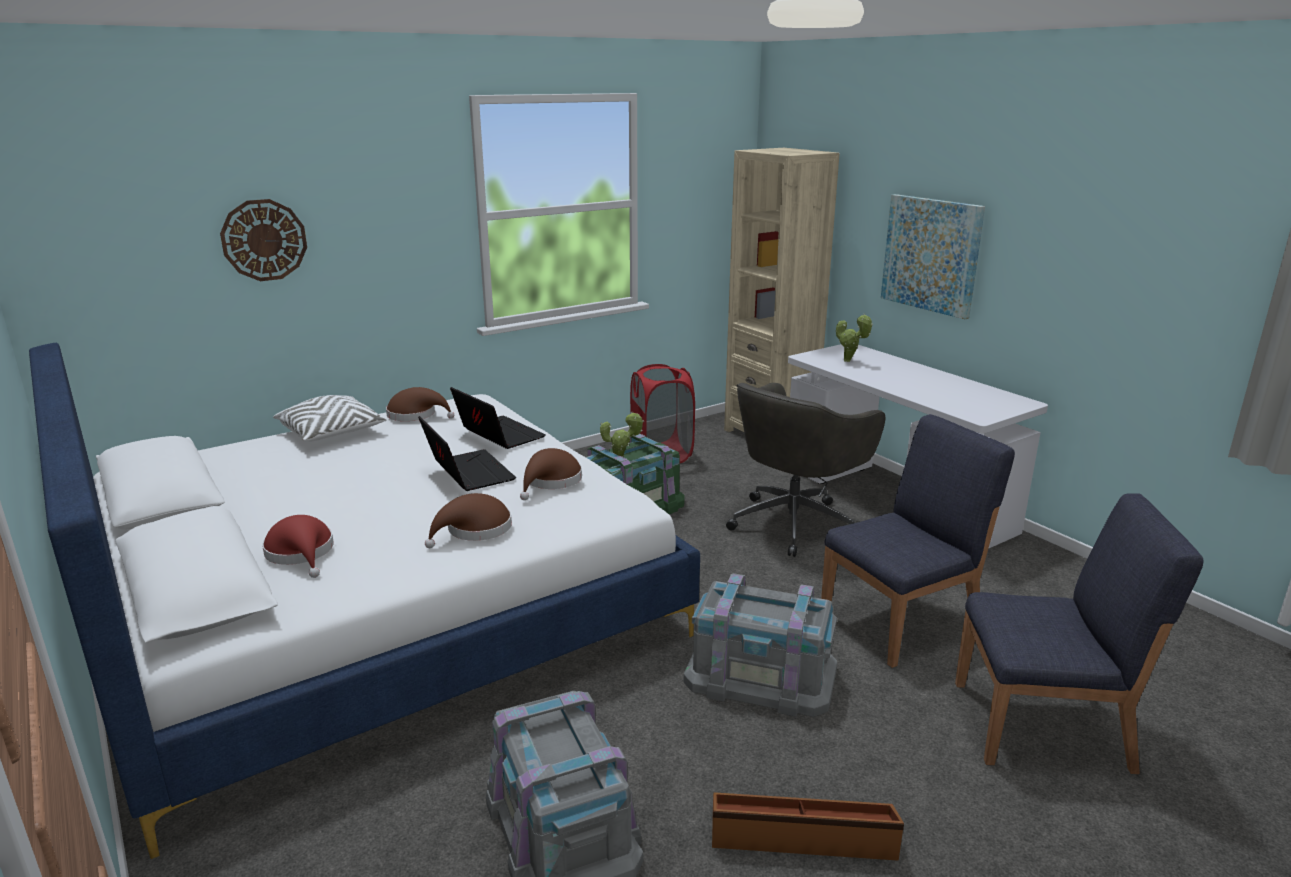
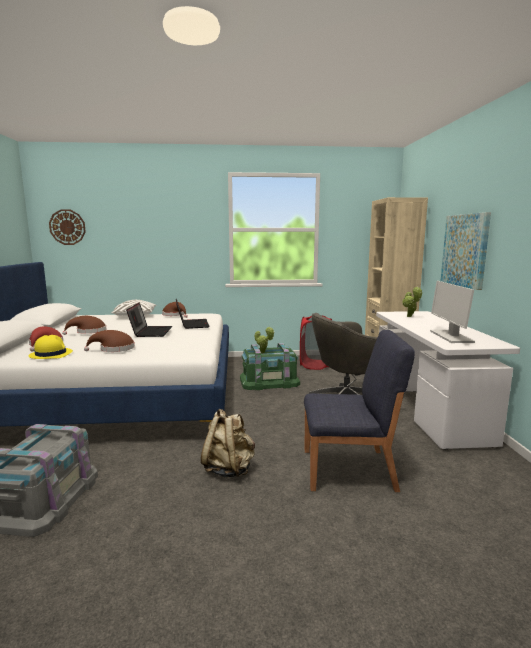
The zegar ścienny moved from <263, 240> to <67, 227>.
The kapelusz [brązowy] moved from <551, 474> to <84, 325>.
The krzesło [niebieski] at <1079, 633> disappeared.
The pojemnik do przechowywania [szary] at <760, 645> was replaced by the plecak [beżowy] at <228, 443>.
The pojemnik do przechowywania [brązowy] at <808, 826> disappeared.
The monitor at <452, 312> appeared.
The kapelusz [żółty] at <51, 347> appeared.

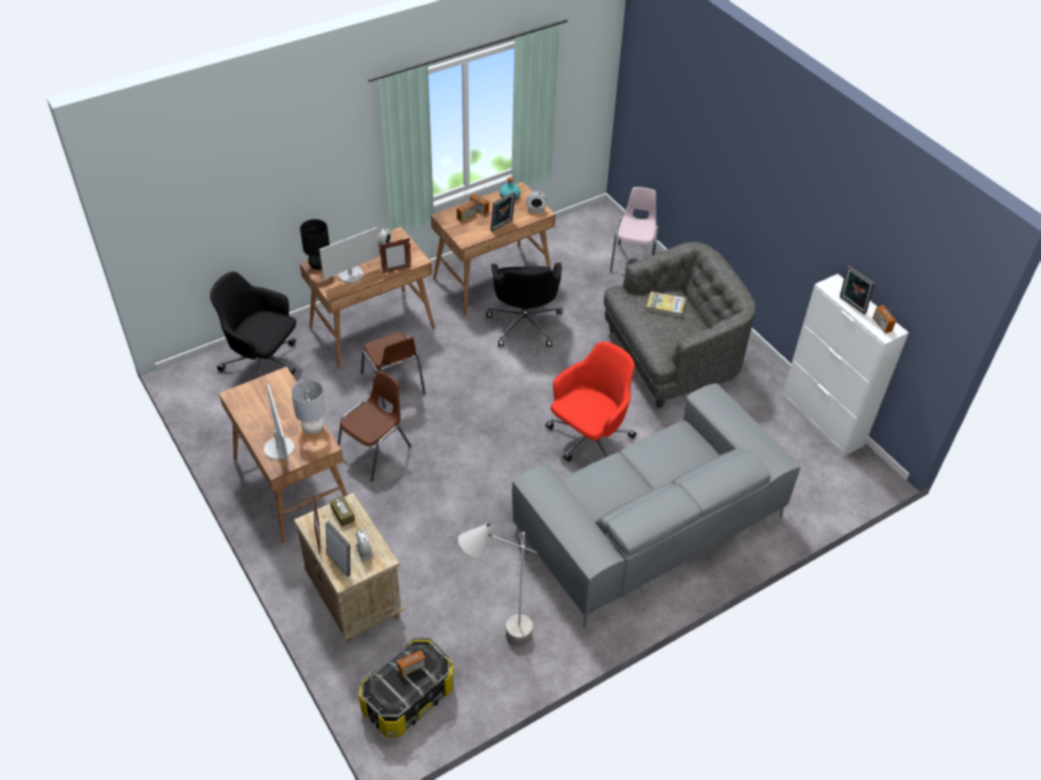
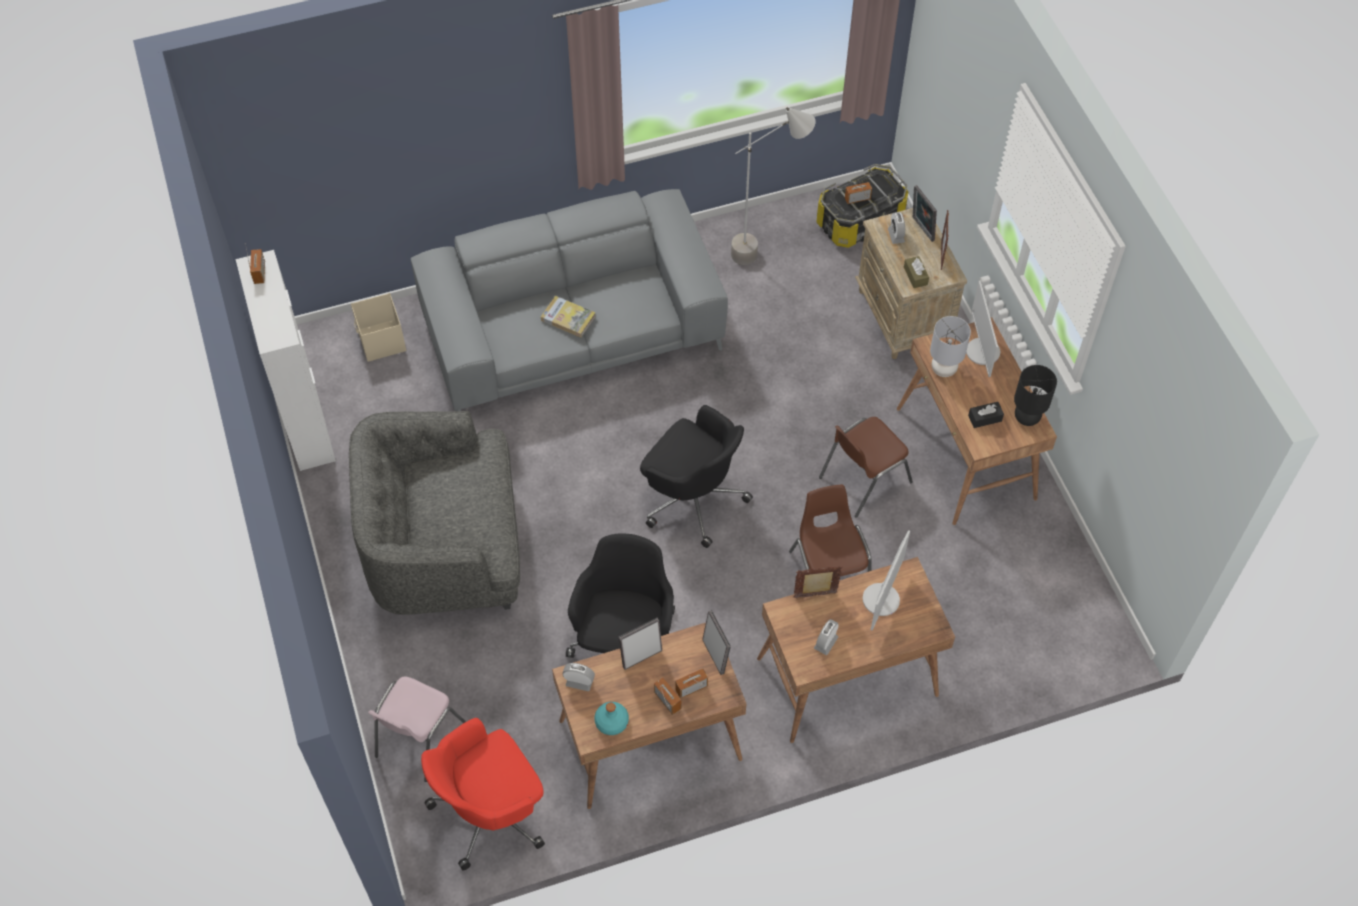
The lampa stołowa [czarny] moved from <315, 244> to <1035, 395>.
The monitor at <349, 255> turned 135 degrees clockwise.
The ramka na zdjęcie moved from <857, 290> to <716, 642>.
The krzesło biurowe [czarny] moved from <253, 326> to <696, 476>.
The książka moved from <666, 304> to <568, 317>.
The krzesło biurowe [czerwony] moved from <590, 402> to <483, 794>.
The pojemnik do przechowywania [beżowy] at <378, 327> appeared.
The pudełko chusteczek [czarny] at <986, 415> appeared.

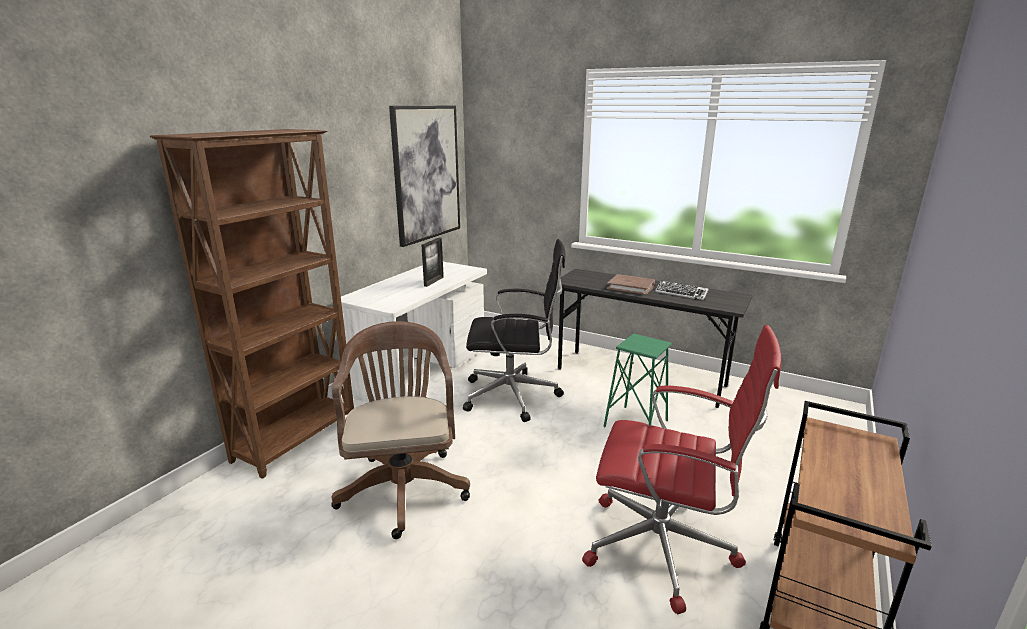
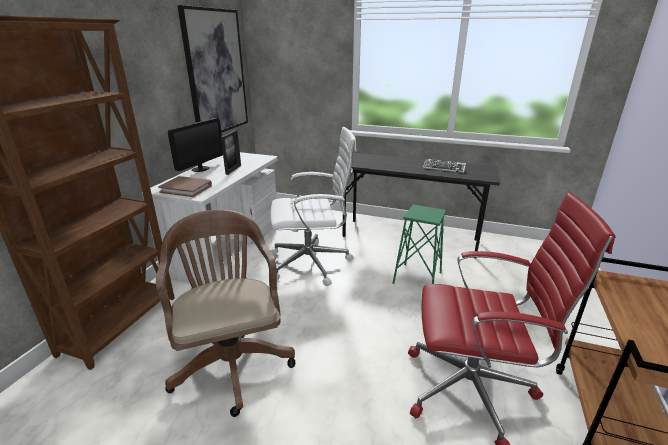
The krzesło biurowe [czarny] at <514, 330> became the krzesło biurowe [biały] at <313, 206>.
The książka [brązowy] moved from <631, 284> to <185, 186>.
The monitor at <195, 145> appeared.

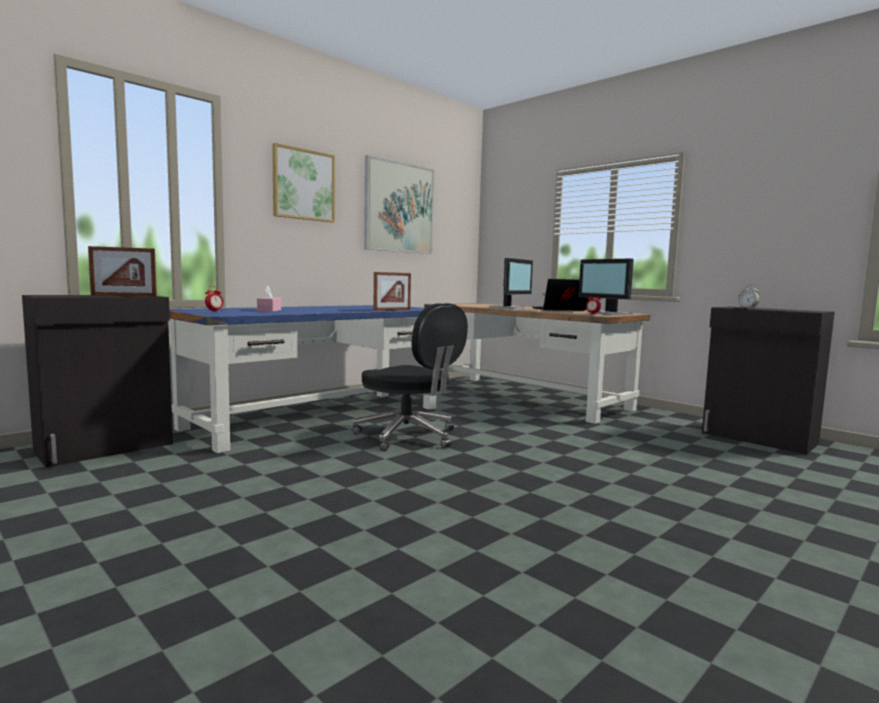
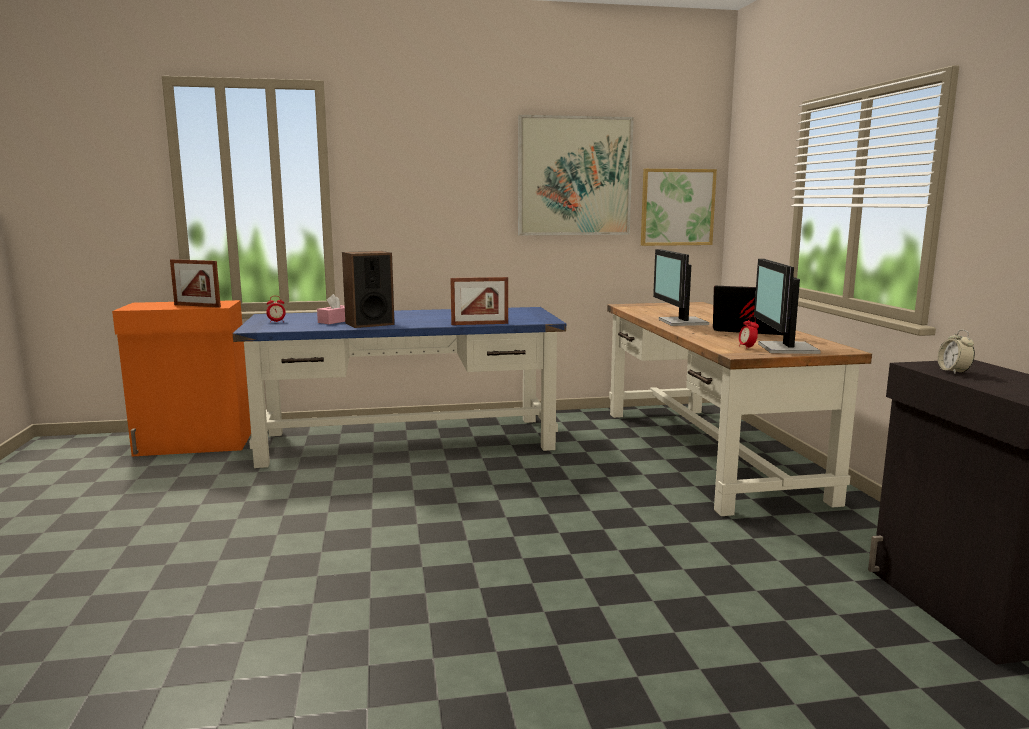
The obraz moved from <303, 182> to <679, 207>.
The monitor at <511, 283> turned 105 degrees clockwise.
The szafka [czarny] at <97, 381> became the szafka [pomarańczowy] at <181, 378>.
The krzesło biurowe [czarny] at <410, 377> disappeared.
The głośnik at <368, 289> appeared.

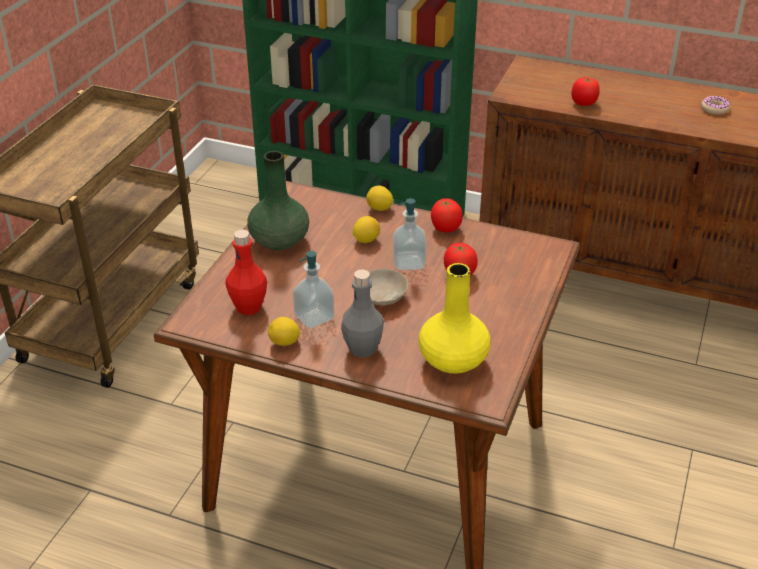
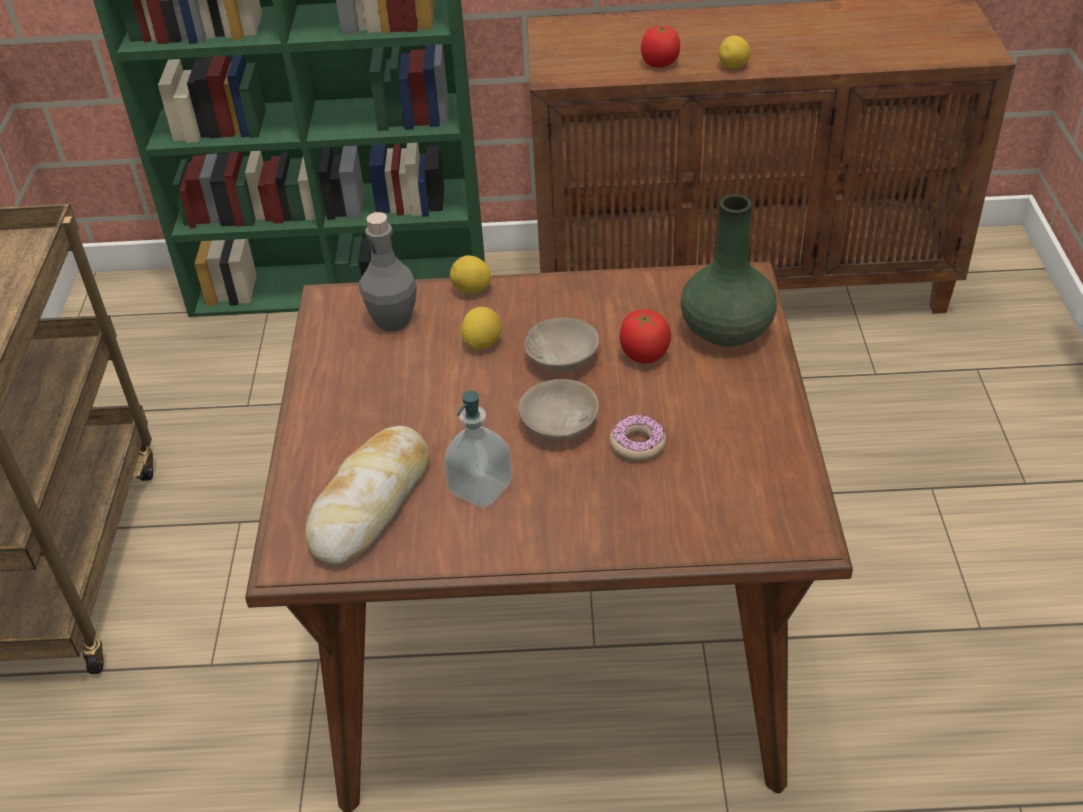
The donut moved from <715, 105> to <638, 437>.
The wazon [zielony] moved from <278, 201> to <728, 271>.
The dozownik mydła at <409, 234> was replaced by the miska [beżowy] at <562, 344>.
The pomidor at <447, 215> disappeared.
The butelka [czerwony] at <246, 272> was replaced by the chleb at <367, 495>.
The wazon [żółty] at <454, 318> disappeared.
The butelka [szary] moved from <362, 313> to <388, 271>.
The cytryna moved from <284, 331> to <734, 51>.

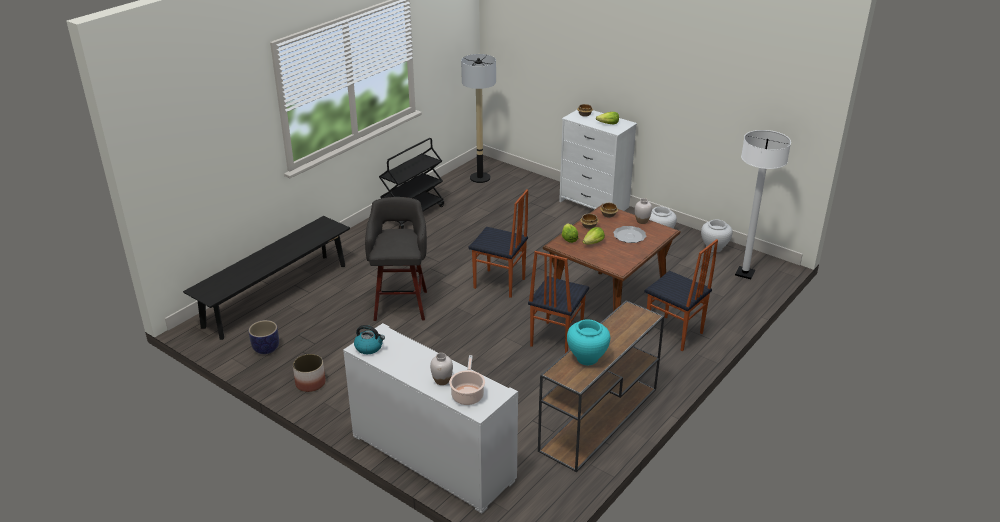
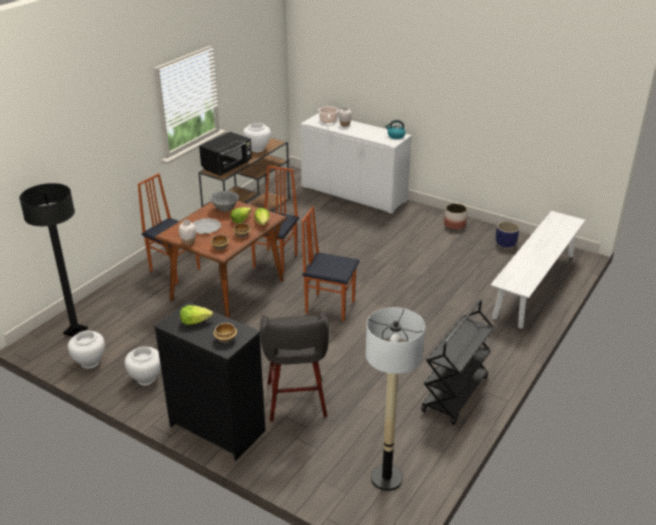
The komoda [biały] at <598, 160> became the komoda [czarny] at <210, 381>.
The lampa stojąca [biały] at <763, 204> became the lampa stojąca [czarny] at <53, 260>.
The stołek [szary] moved from <396, 259> to <294, 366>.
The ławka [czarny] at <266, 278> became the ławka [biały] at <537, 270>.
The wazon [turkusowy] at <588, 342> became the wazon [biały] at <257, 137>.
The mikrofalówka [czarny] at <225, 154> appeared.
The miska [szary] at <224, 201> appeared.

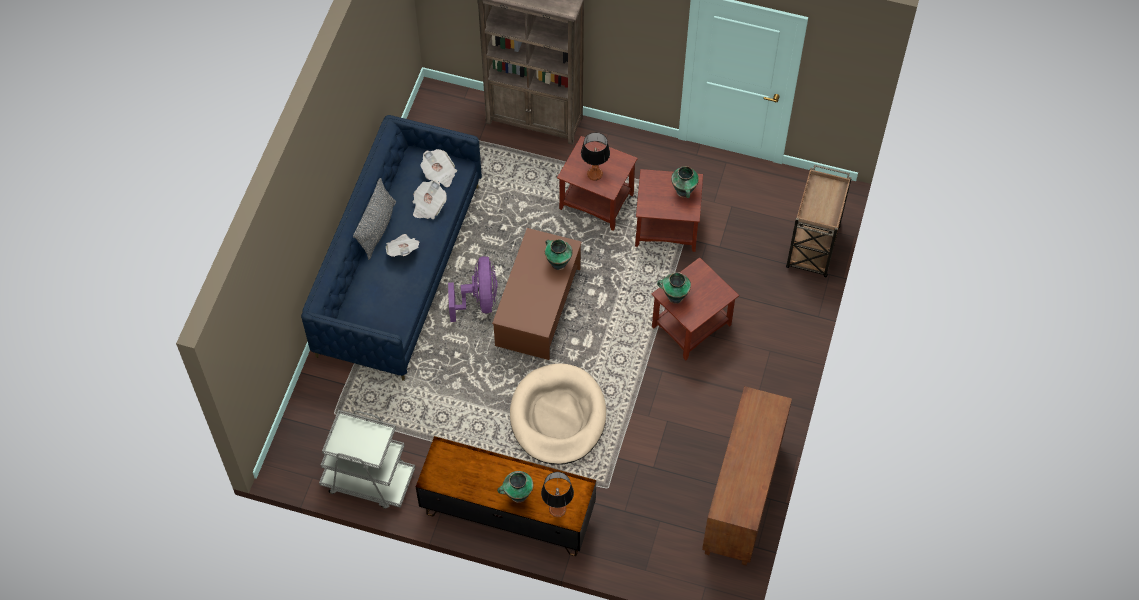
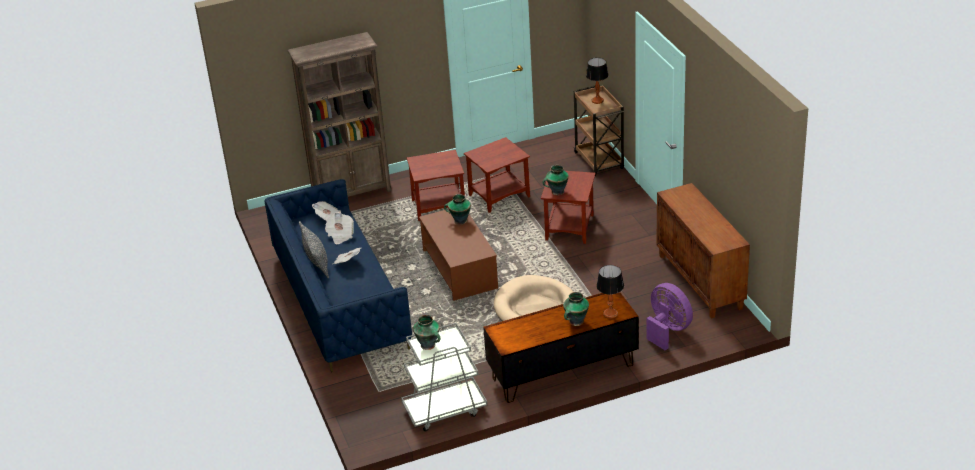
The lampa stołowa moved from <595, 156> to <597, 81>.
The wazon moved from <685, 182> to <427, 332>.
The wentylator [fioletowy] moved from <473, 289> to <669, 316>.

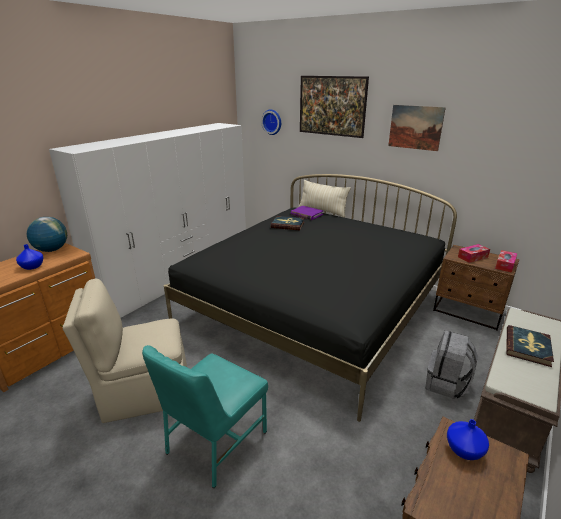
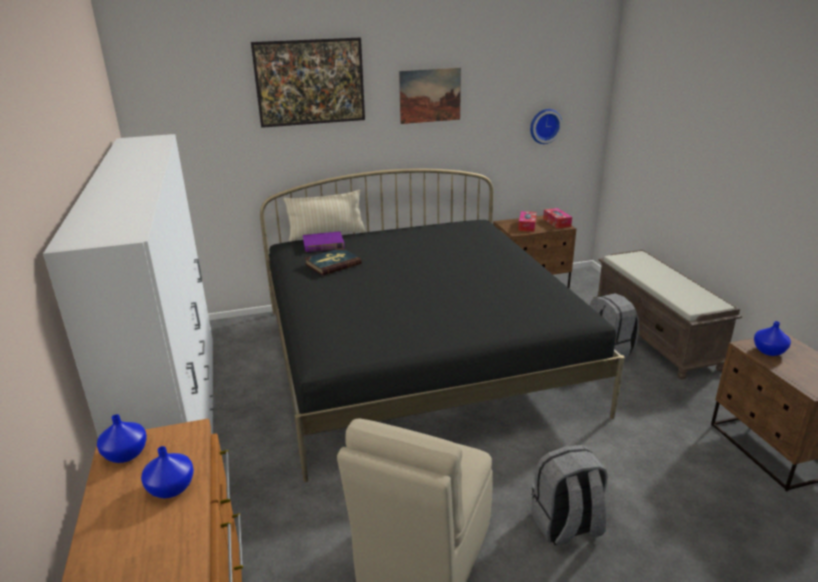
The zegar ścienny moved from <271, 122> to <546, 126>.
The globus at <47, 234> was replaced by the wazon [niebieski] at <122, 438>.
The książka at <530, 346> disappeared.
The krzesło [turkusowy] at <205, 416> was replaced by the plecak [szary] at <569, 495>.

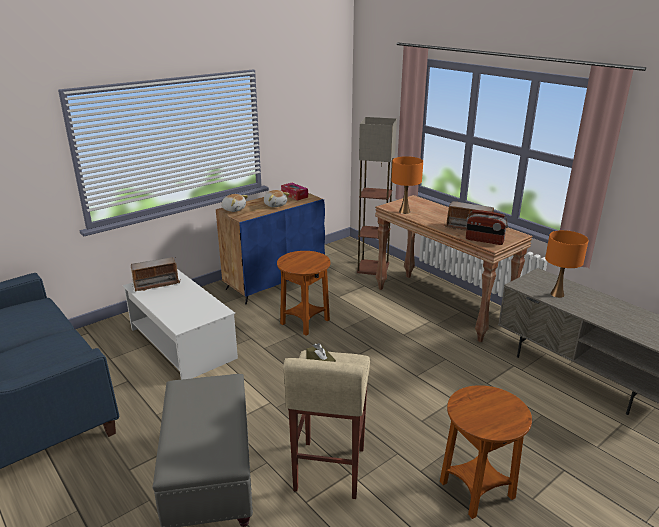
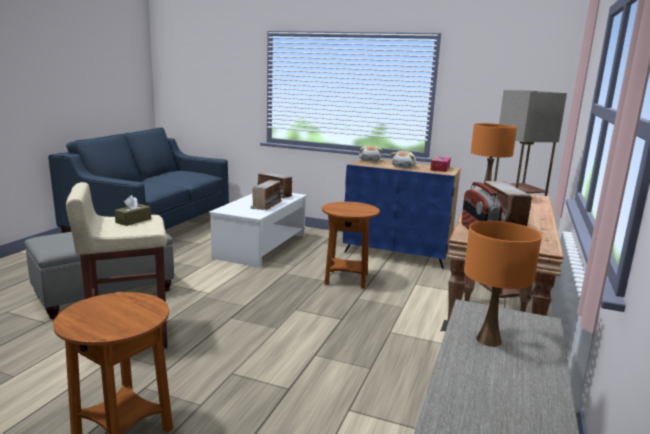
The radio at <266, 195> appeared.

